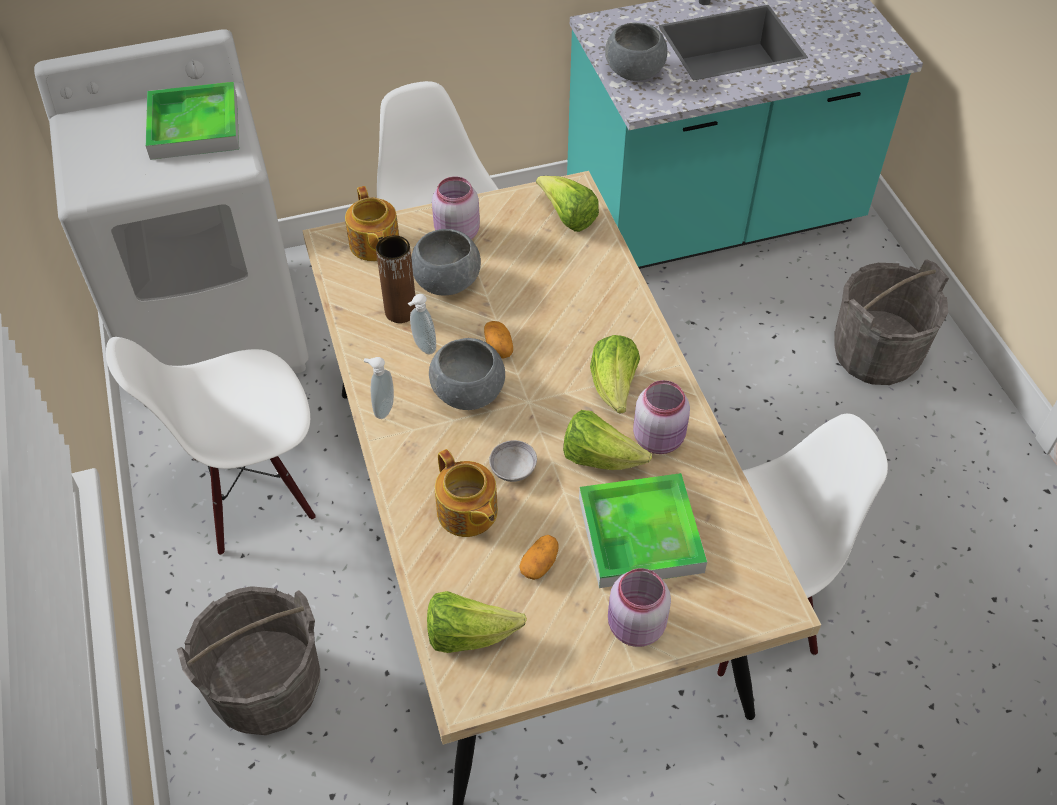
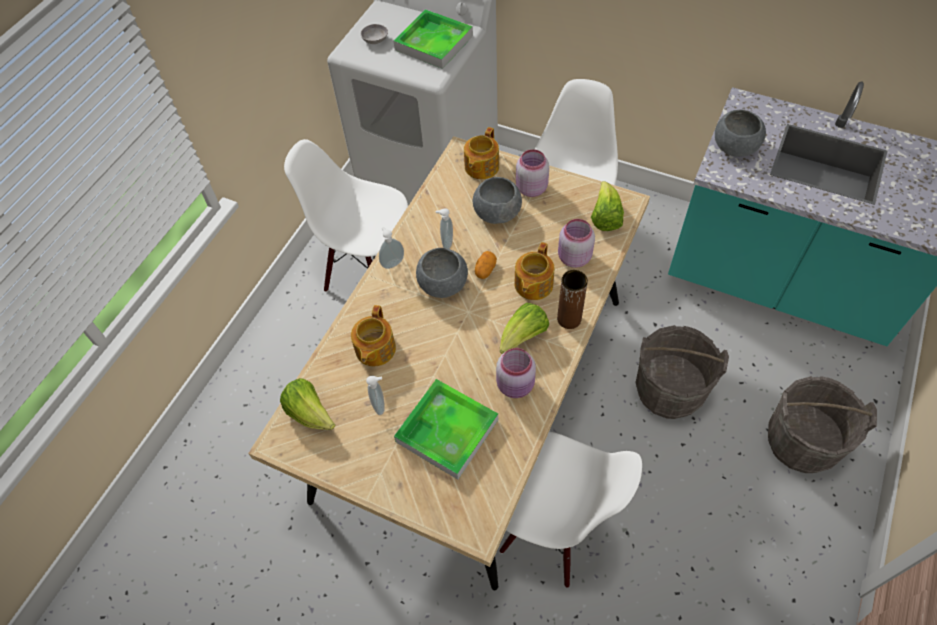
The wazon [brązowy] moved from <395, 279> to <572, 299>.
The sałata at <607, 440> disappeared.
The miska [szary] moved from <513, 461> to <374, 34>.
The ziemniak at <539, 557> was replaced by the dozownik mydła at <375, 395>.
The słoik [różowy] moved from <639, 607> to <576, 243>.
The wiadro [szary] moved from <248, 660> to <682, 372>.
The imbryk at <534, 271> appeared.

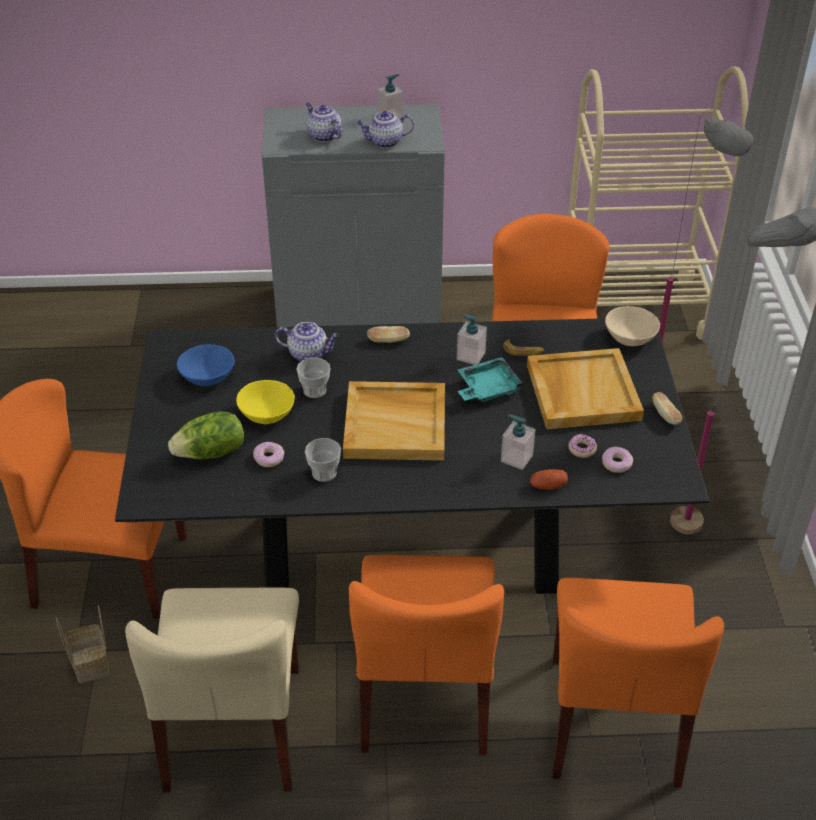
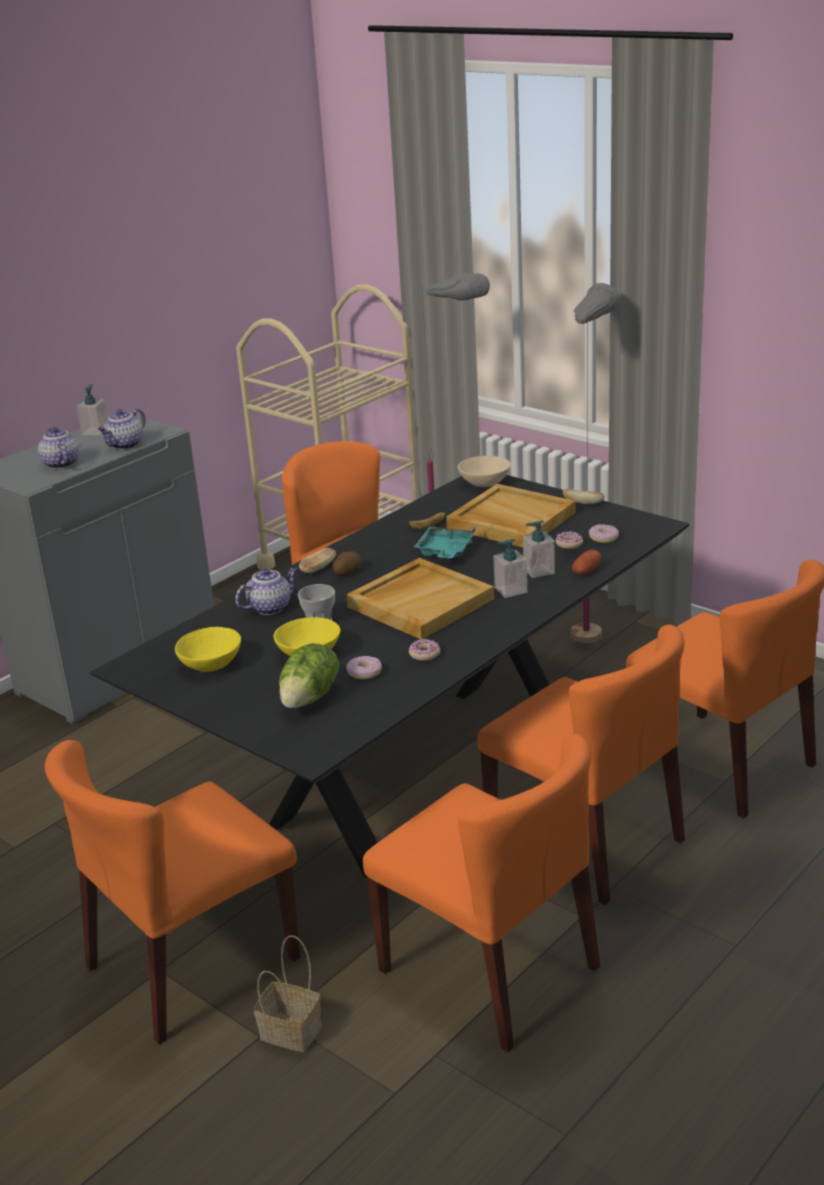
The imbryk at <324, 122> turned 60 degrees clockwise.
The dozownik mydła moved from <472, 339> to <510, 568>.
The miska [niebieski] at <206, 365> became the miska [żółty] at <208, 649>.
The filiżanka at <323, 460> was replaced by the donut at <424, 650>.
The krzesło [beżowy] at <212, 690> became the krzesło [pomarańczowy] at <481, 893>.
The ziemniak at <347, 563> appeared.

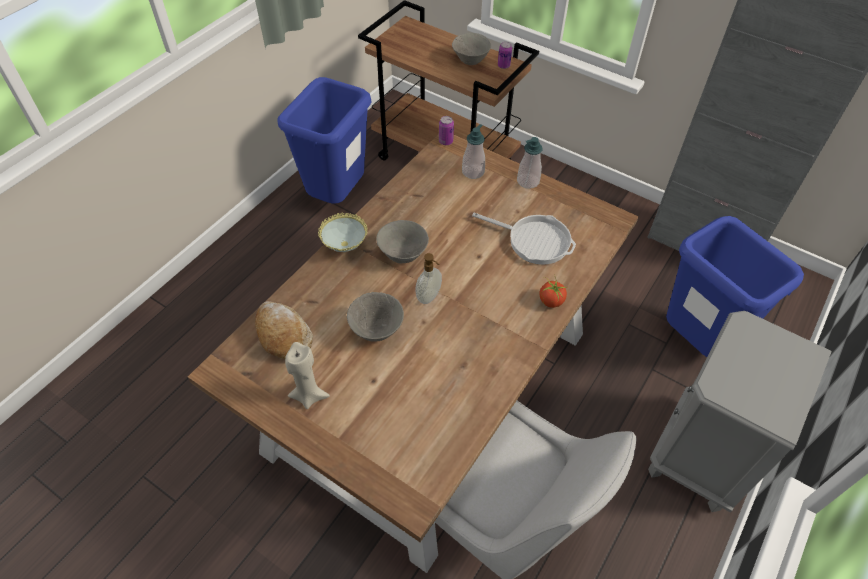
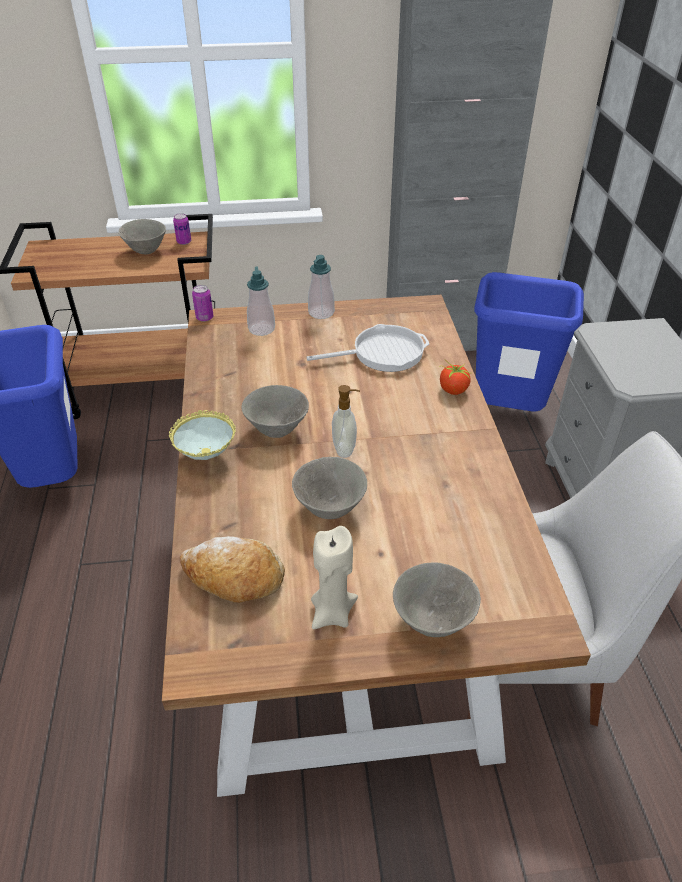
The miska [szary] at <437, 599> appeared.

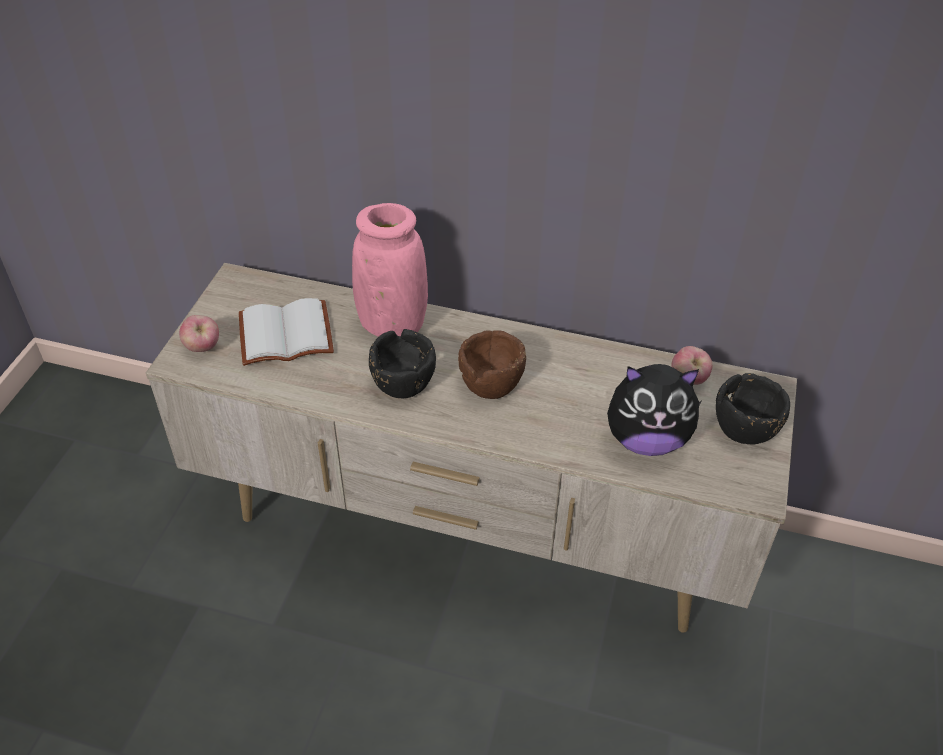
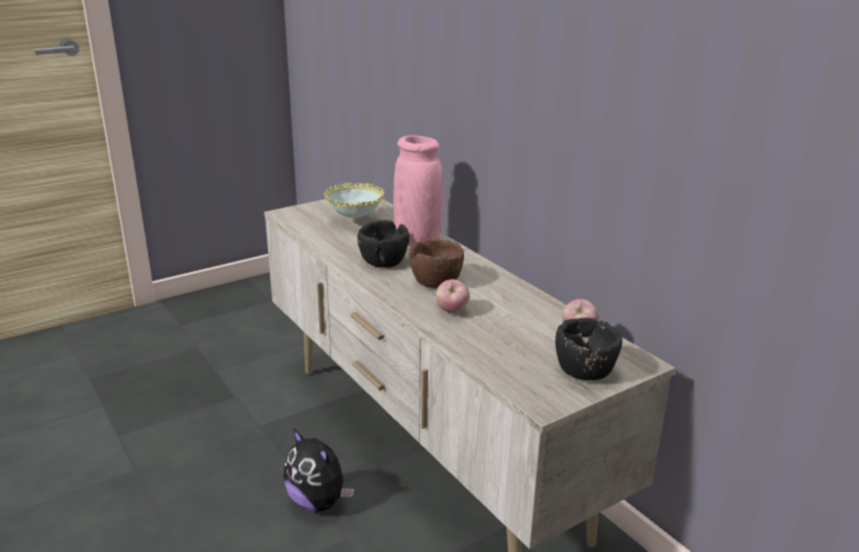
The książka [biały] at <286, 332> was replaced by the miska at <354, 203>.
The jabłko moved from <199, 333> to <453, 296>.
The pluszak moved from <654, 410> to <318, 470>.

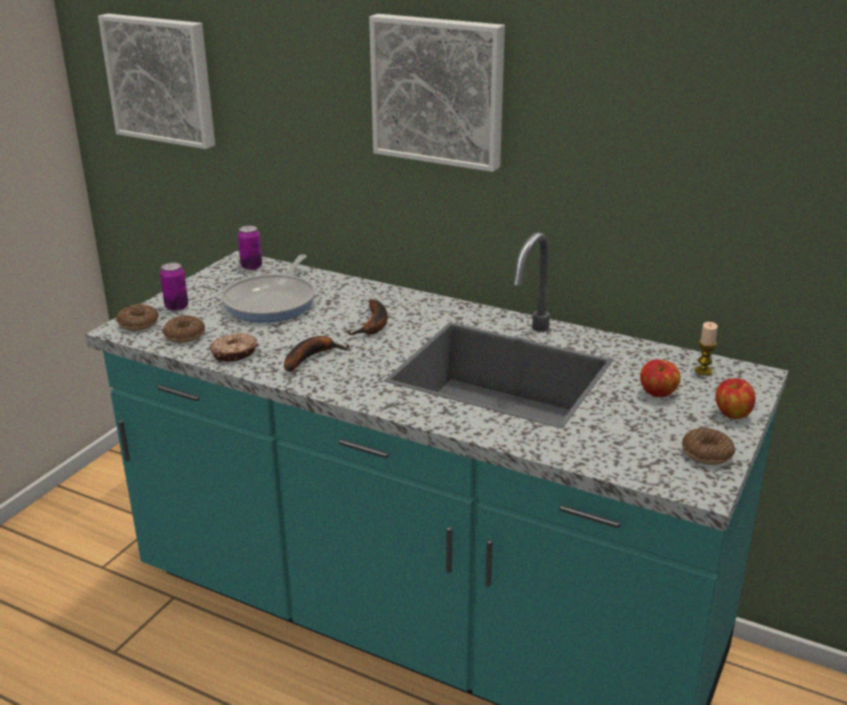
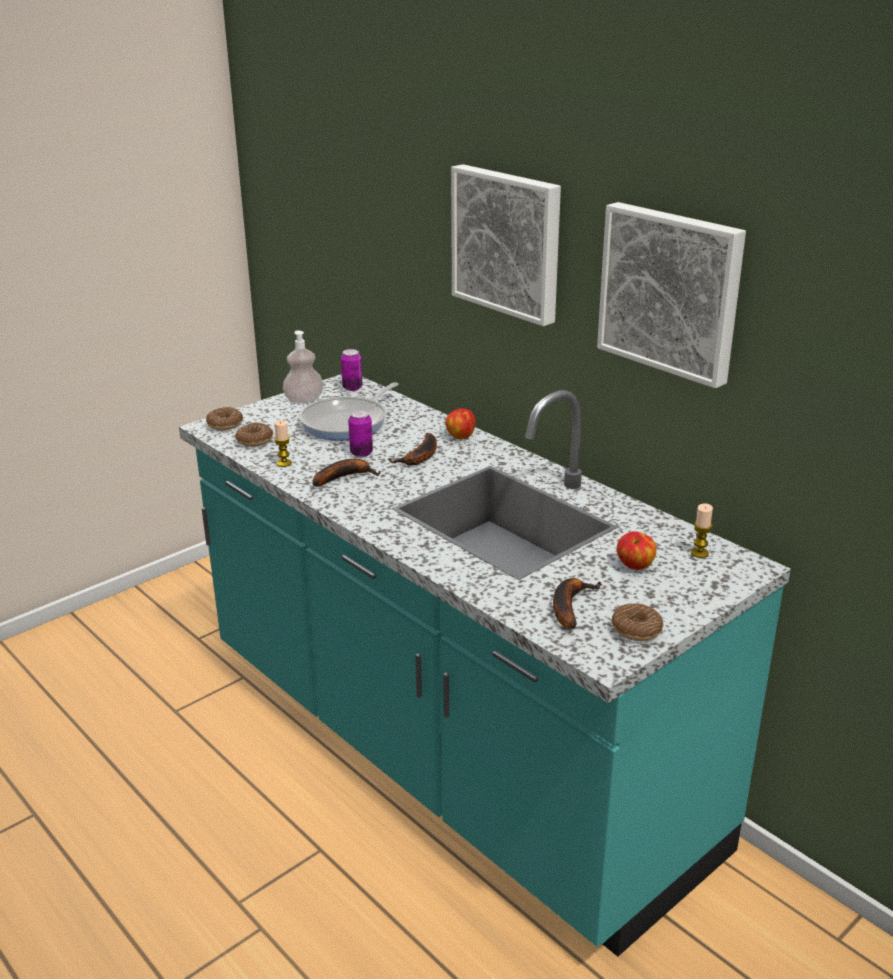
The obraz moved from <156, 81> to <671, 295>.
The puszka moved from <174, 287> to <360, 433>.
The donut at <234, 347> was replaced by the świeca at <283, 443>.
The jabłko moved from <735, 398> to <461, 423>.
The dozownik mydła at <303, 367> appeared.
The banan at <577, 603> appeared.

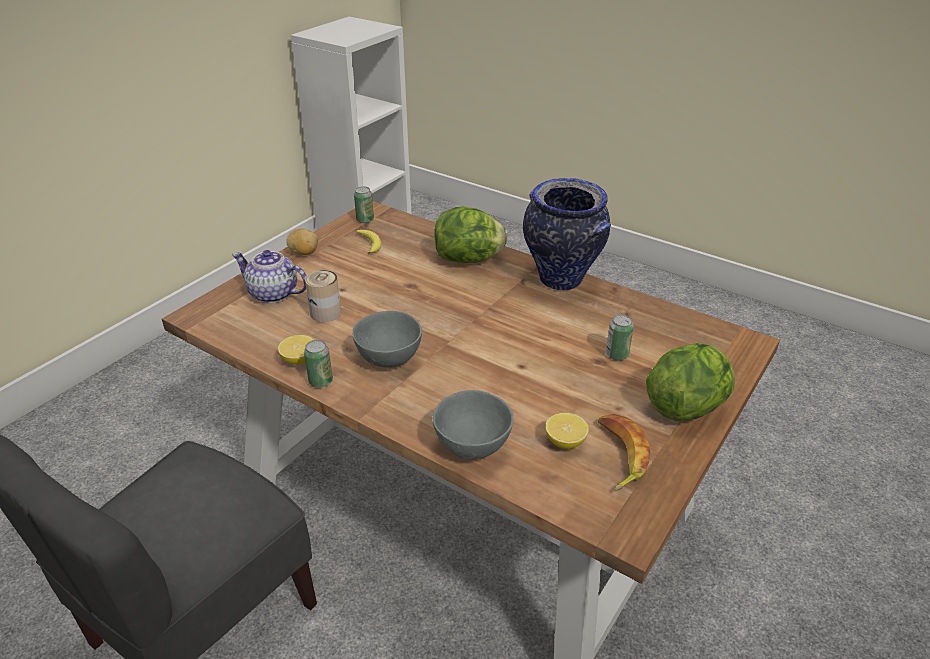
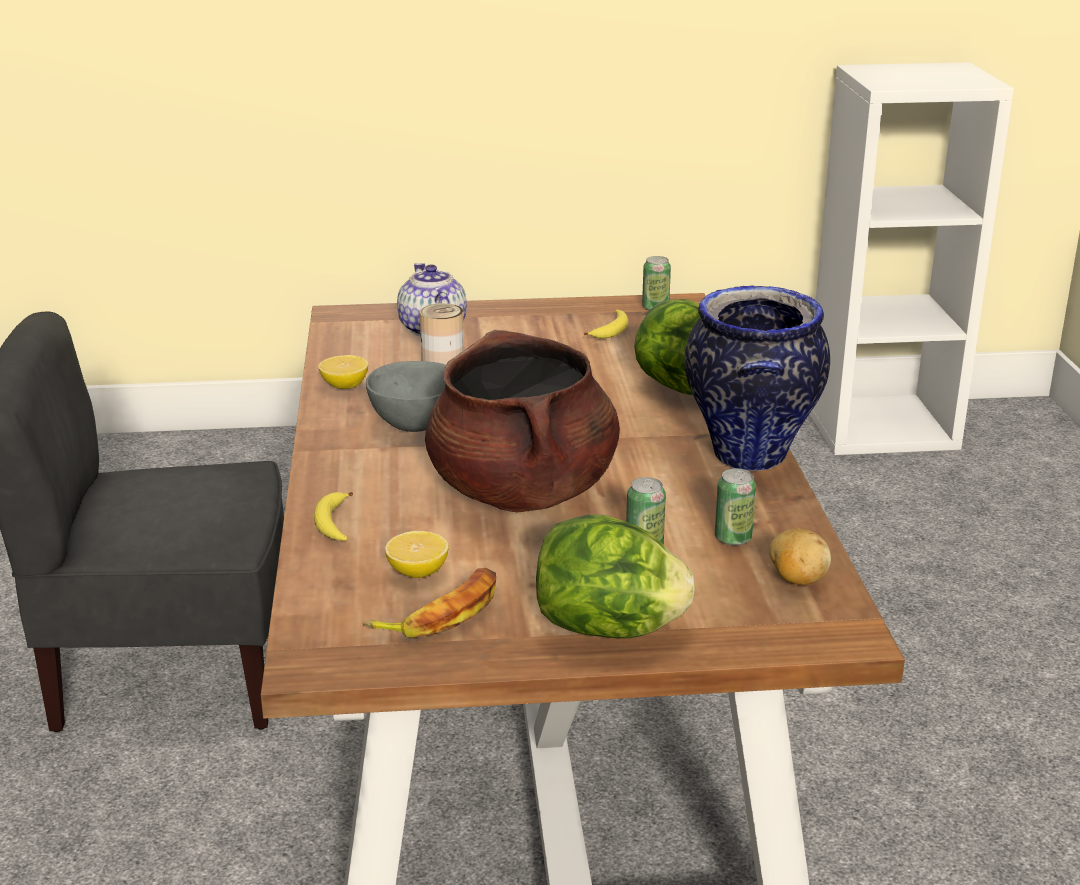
The ziemniak moved from <302, 242> to <800, 556>.
The puszka moved from <318, 364> to <735, 507>.
The miska [szary] at <473, 425> was replaced by the banan at <333, 516>.
The garnek [brązowy] at <522, 421> appeared.

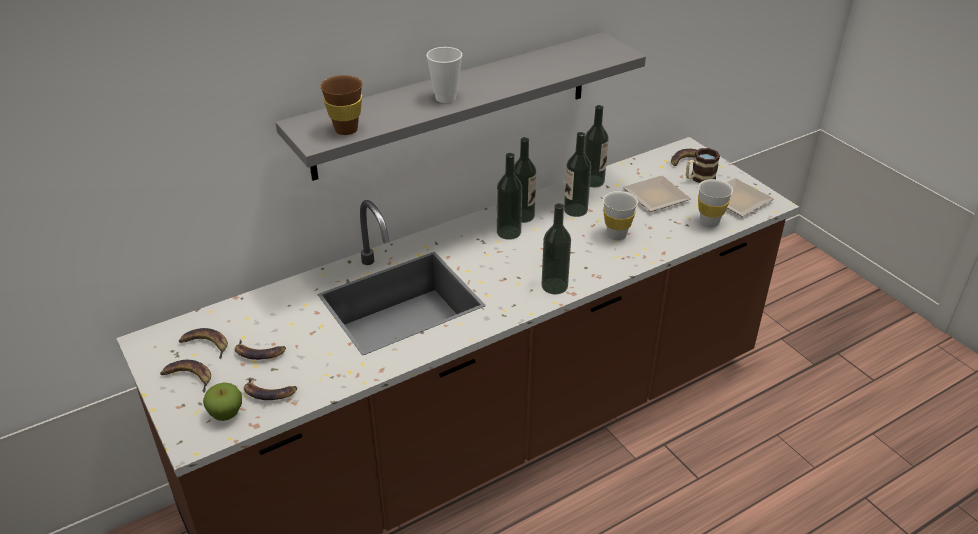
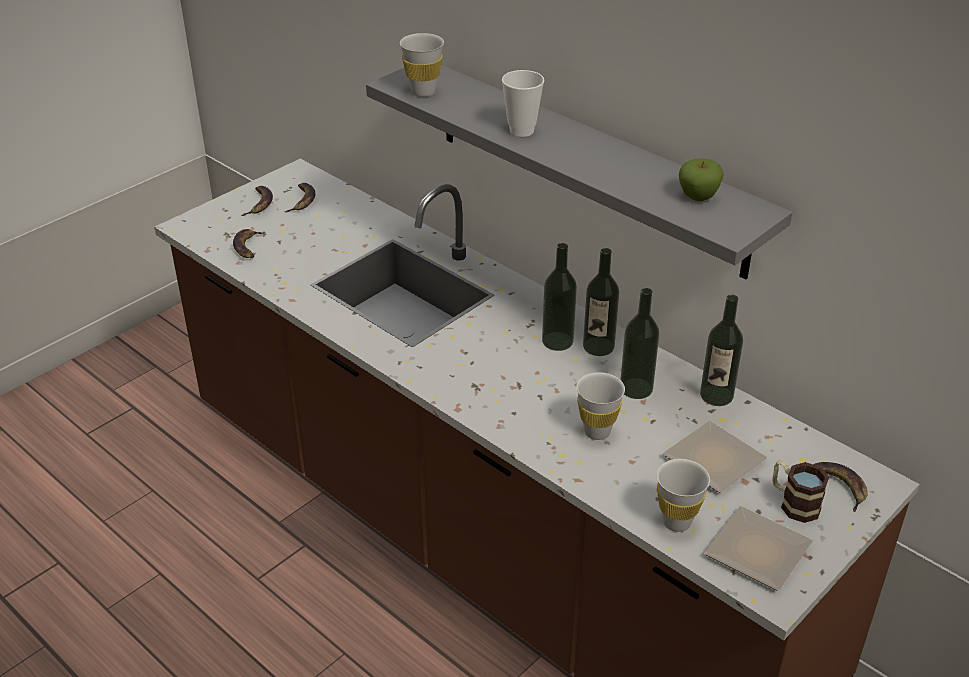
The filiżanka [brązowy] at <341, 105> became the filiżanka [biały] at <422, 65>.
The butelka at <556, 248> disappeared.
The banan at <260, 350> disappeared.
The jabłko moved from <222, 401> to <701, 179>.

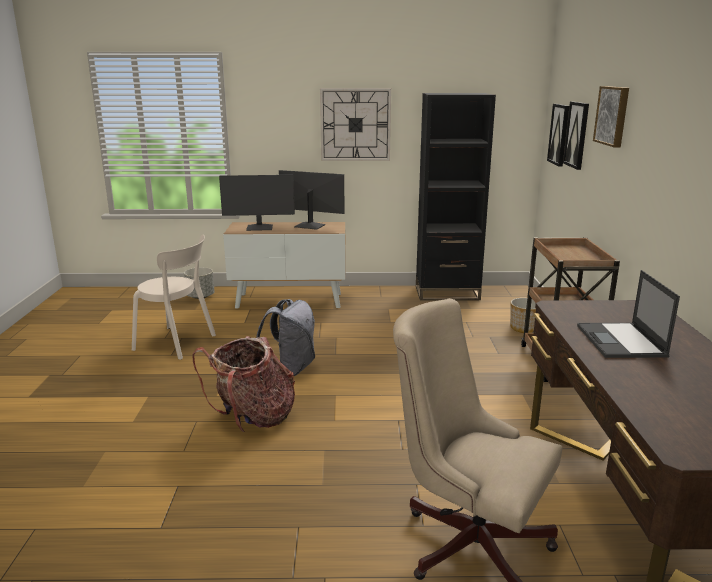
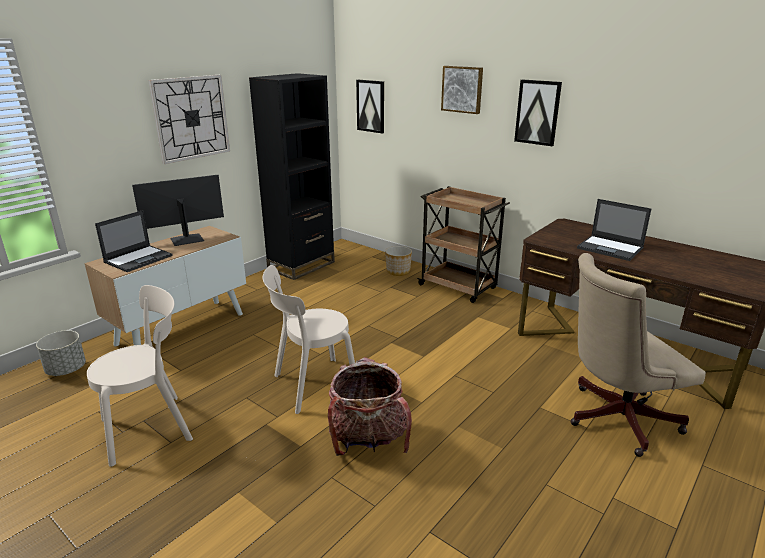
The obraz moved from <576, 135> to <538, 112>.
The monitor at <257, 203> was replaced by the laptop at <134, 241>.
The plecak [szary] at <285, 337> was replaced by the krzesło [beżowy] at <309, 339>.

